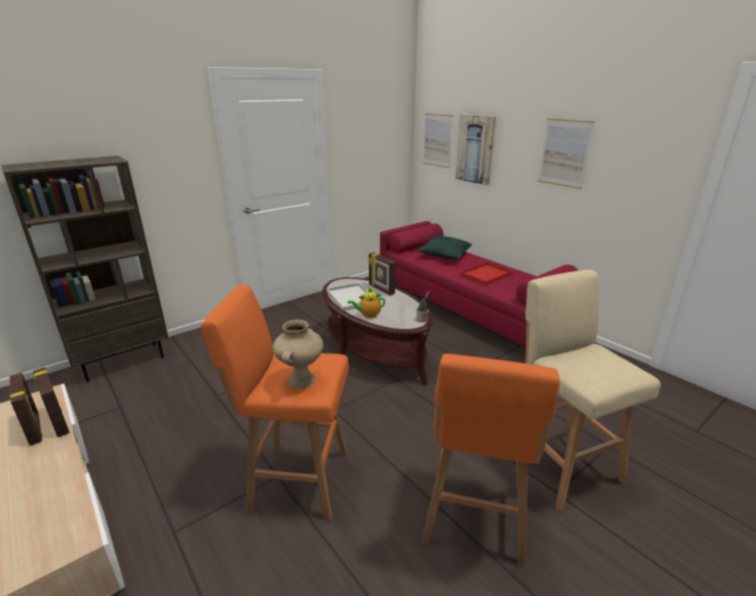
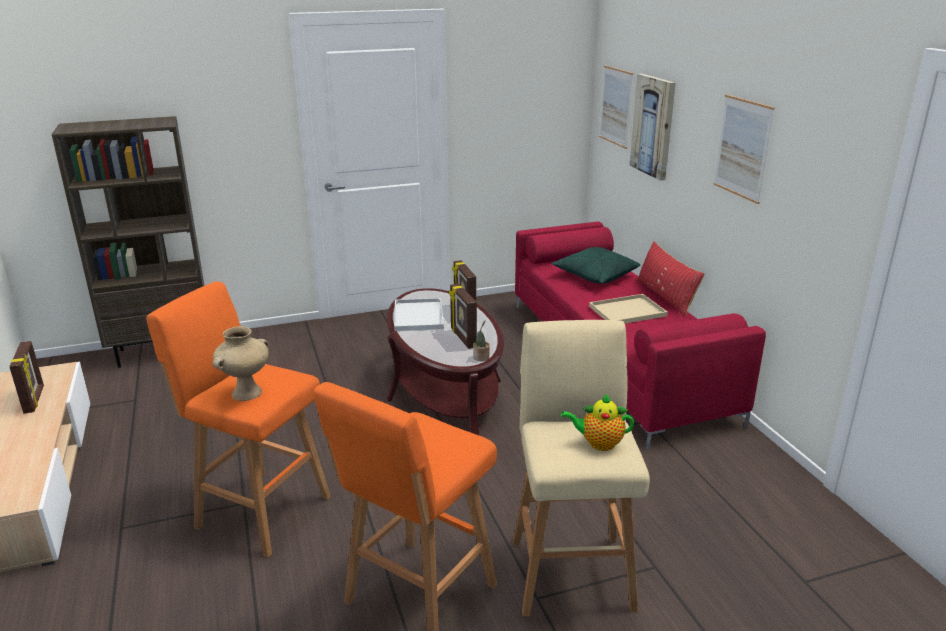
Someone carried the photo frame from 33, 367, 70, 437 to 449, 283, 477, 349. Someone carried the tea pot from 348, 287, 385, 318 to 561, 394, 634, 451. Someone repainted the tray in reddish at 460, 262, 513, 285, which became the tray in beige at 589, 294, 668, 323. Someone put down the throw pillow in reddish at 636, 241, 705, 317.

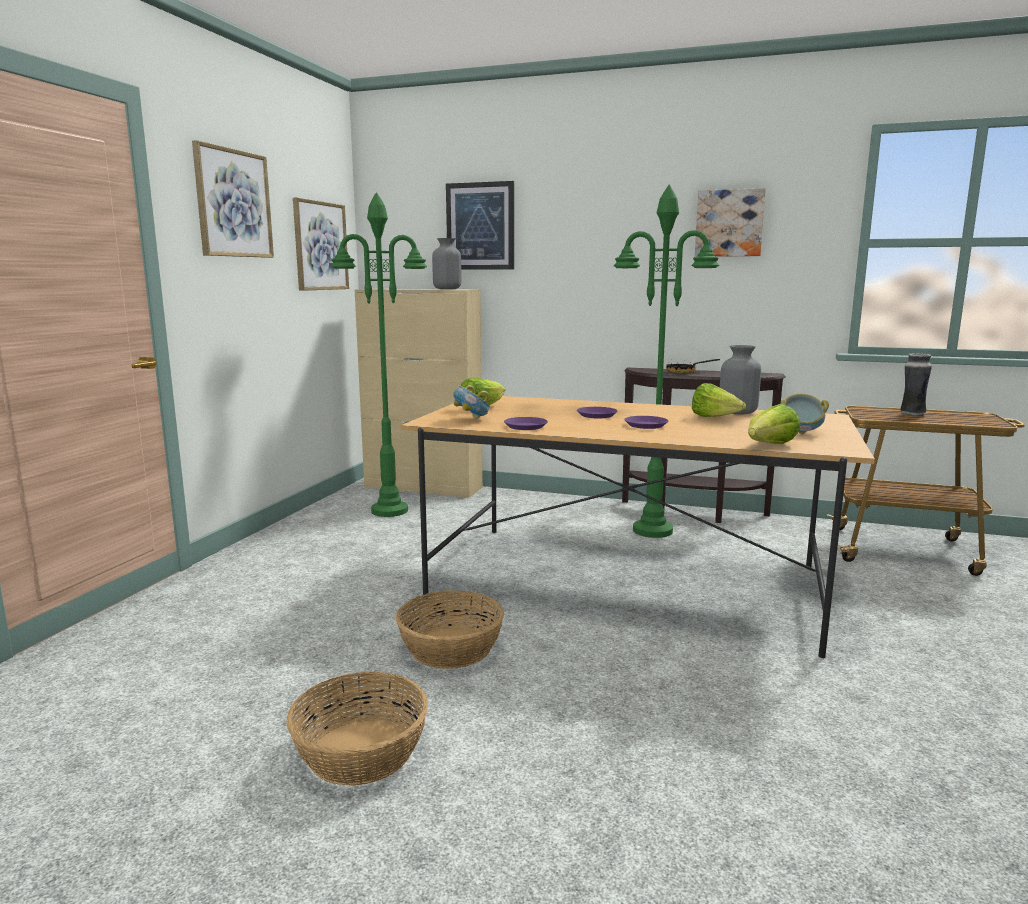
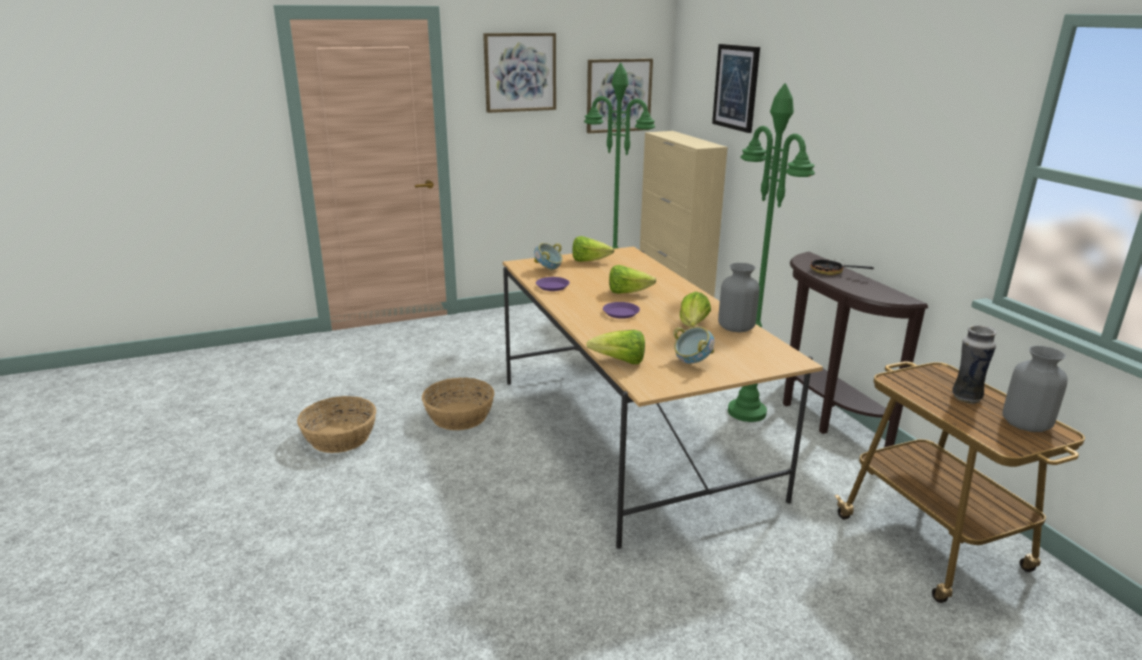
Someone swapped the plate in purple at 577, 407, 617, 418 for the lettuce head at 609, 265, 657, 294. Someone carried the decorative vase in grey from 432, 238, 461, 289 to 1003, 346, 1068, 432. Someone took away the wall picture at 695, 188, 766, 257.

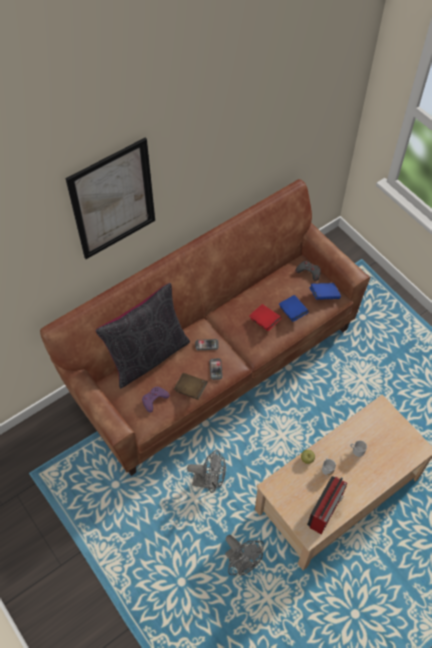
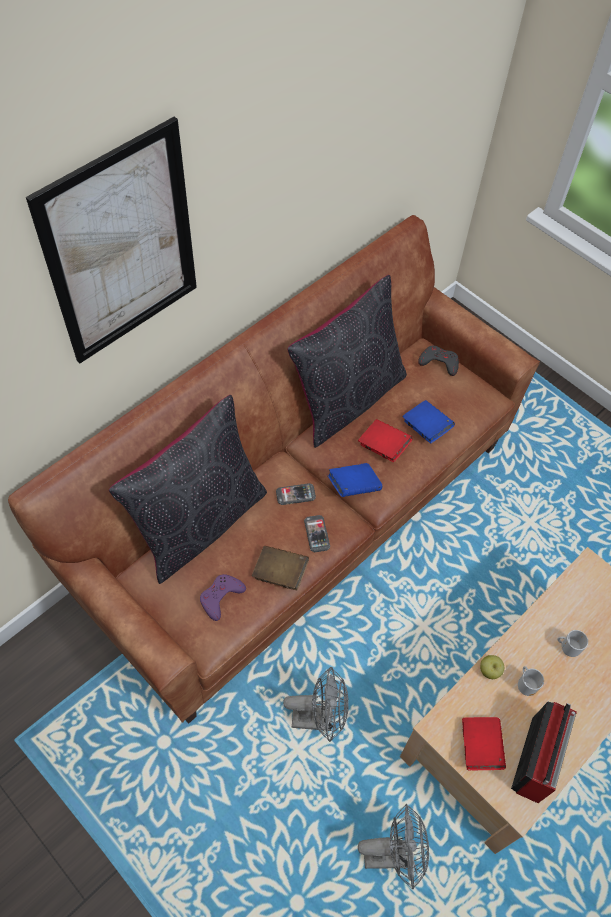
Someone put down the throw pillow in blackish at 287, 275, 407, 448. Someone carried the volume in blue from 309, 283, 341, 300 to 328, 463, 382, 497. Someone rotated the fan in grey at 225, 535, 264, 575 by 45 degrees counterclockwise. Someone put down the volume in reddish at 462, 717, 506, 771.

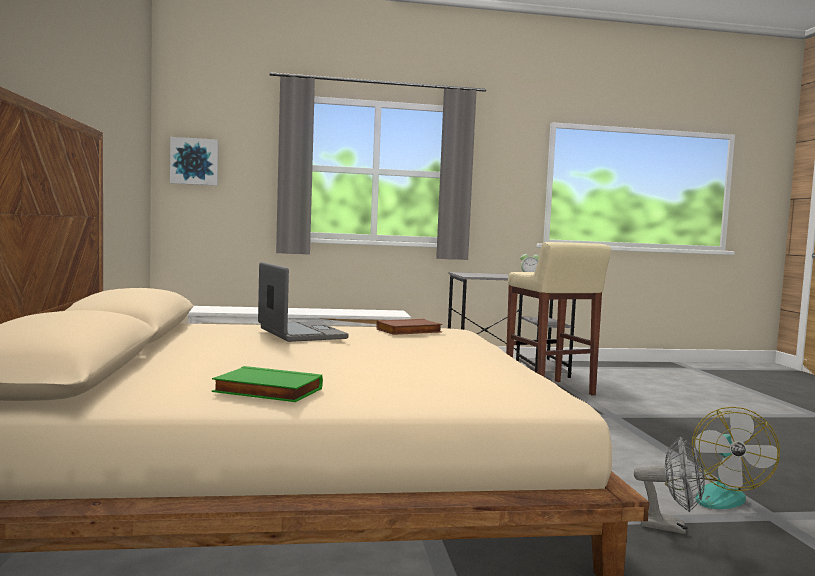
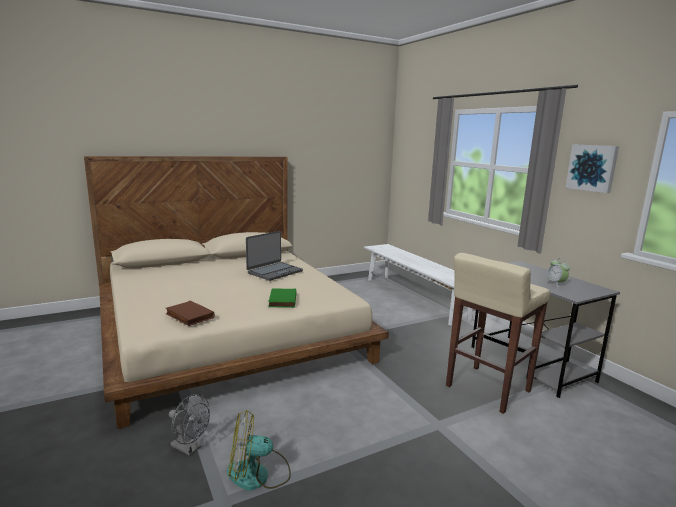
Someone carried the volume in brown from 376, 319, 443, 335 to 166, 301, 215, 326. Someone rotated the fan in grey at 634, 437, 705, 534 by 60 degrees counterclockwise. Someone carried the volume in green from 212, 366, 323, 402 to 268, 288, 296, 308. Someone carried the wall picture from 170, 137, 218, 186 to 565, 144, 619, 193.

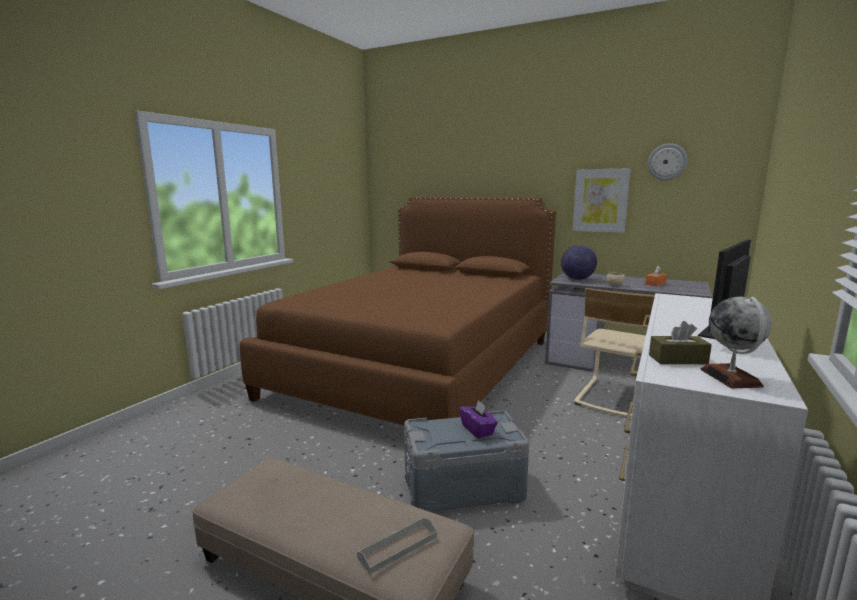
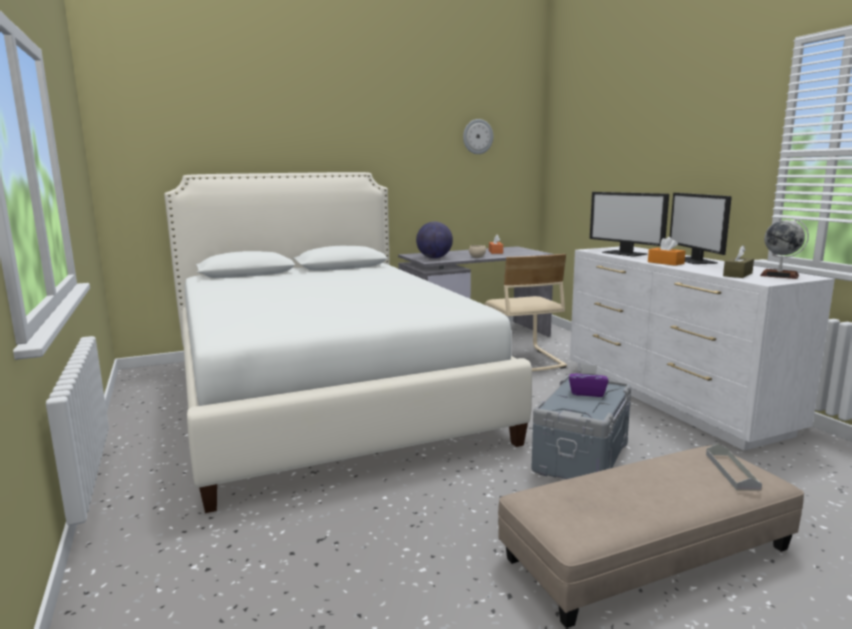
Someone repainted the bed in brown at 240, 196, 556, 425, which became the bed in white at 164, 172, 532, 513. Someone put down the computer display at 590, 192, 669, 257. Someone put down the tissue box in orange at 648, 237, 685, 266. Someone took away the wall picture at 573, 168, 631, 233.

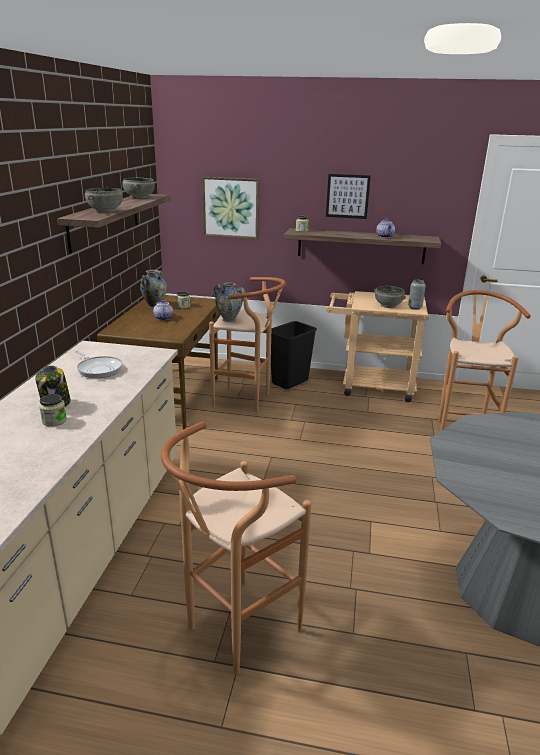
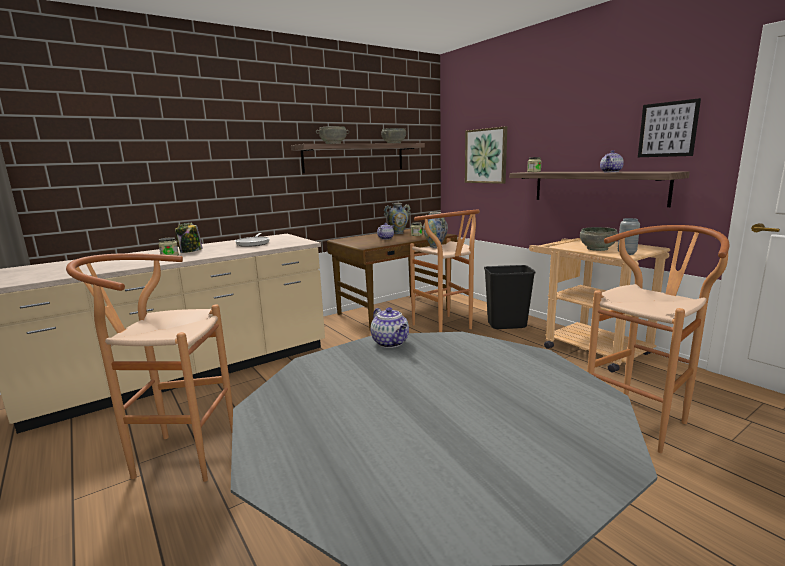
Someone put down the tea pot at 371, 307, 409, 348. Someone carried the wall picture from 326, 174, 371, 219 to 638, 98, 701, 157.

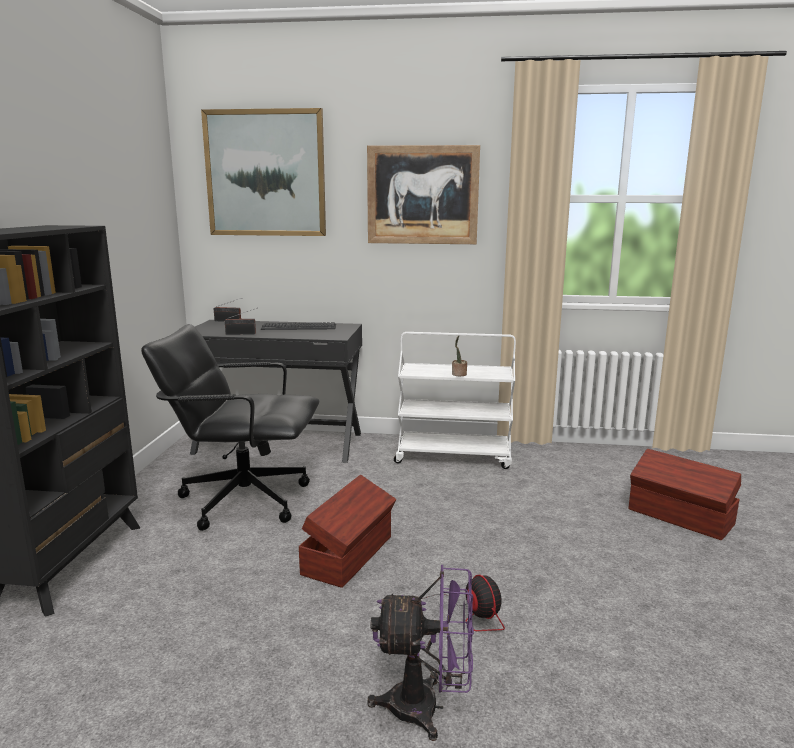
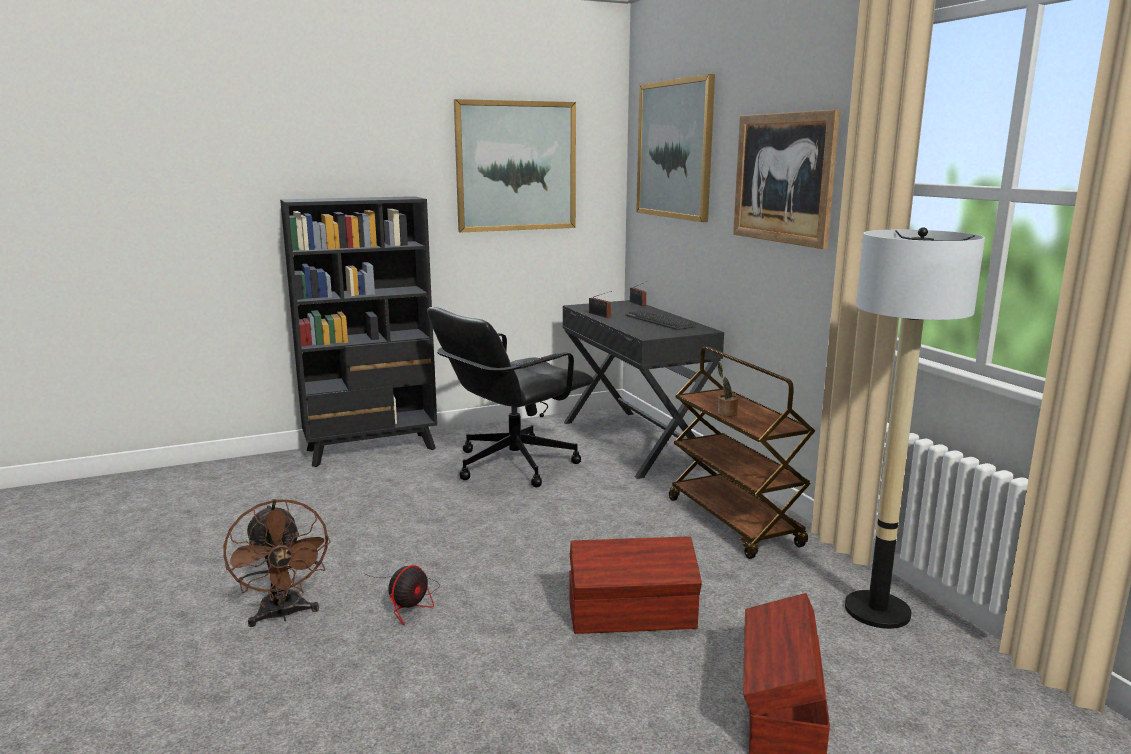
Someone repainted the fan in purple at 367, 565, 474, 741, which became the fan in brown at 223, 499, 331, 627. Someone rotated the office chair in blackish at 141, 324, 319, 531 by 105 degrees counterclockwise. Someone put up the wall picture at 454, 99, 576, 232. Someone carried the storage container in brown from 299, 475, 396, 588 to 569, 536, 702, 634. Someone repainted the trolley in white at 394, 332, 516, 469, which became the trolley in brown at 669, 347, 815, 559. Someone put down the floor lamp at 845, 227, 985, 629.

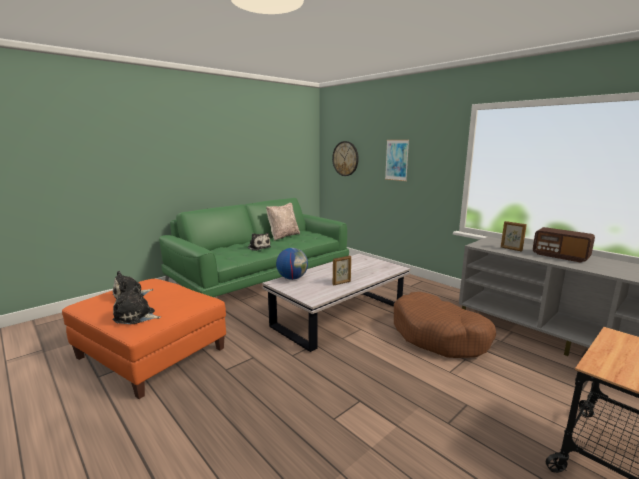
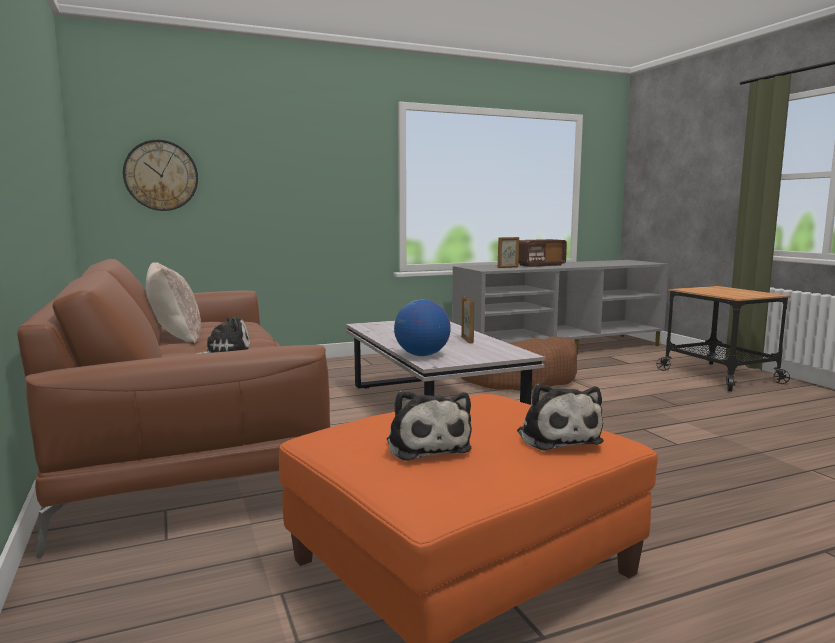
Someone repainted the sofa in green at 159, 198, 349, 297, which became the sofa in brown at 17, 259, 330, 559. Someone rotated the cuddly toy at 113, 286, 161, 324 by 45 degrees counterclockwise. Someone took away the wall picture at 385, 140, 409, 181.

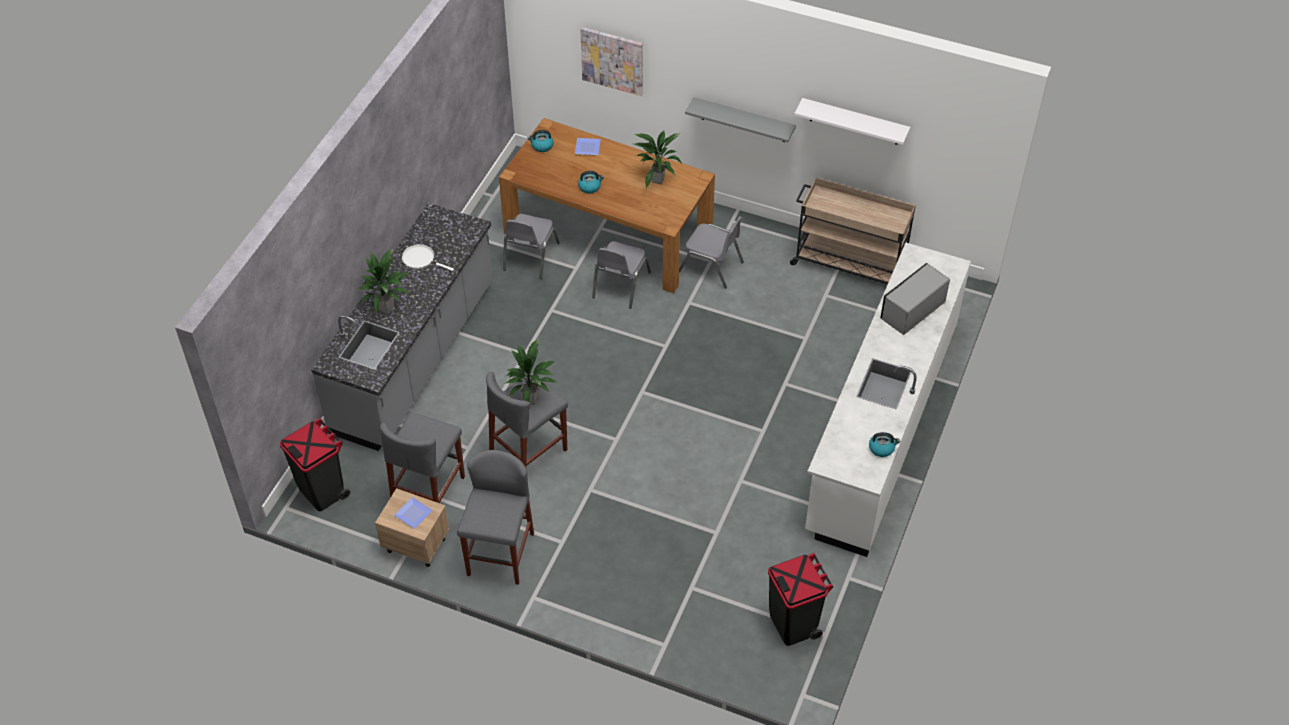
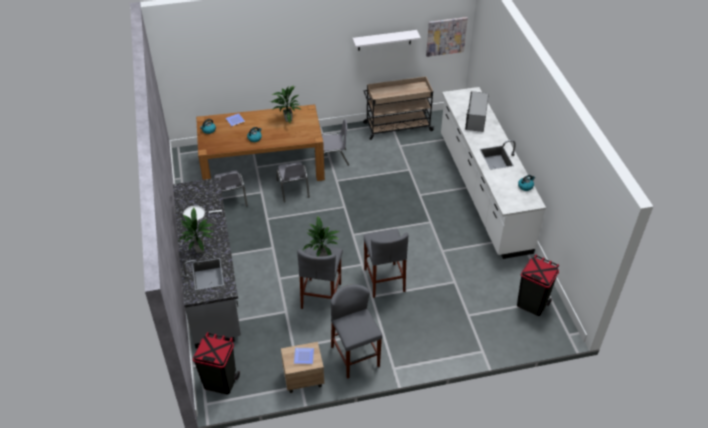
Someone carried the stool in grey from 380, 412, 465, 503 to 364, 229, 408, 298. Someone carried the wall picture from 580, 27, 643, 96 to 426, 17, 468, 57. Someone took away the wall shelf in grey at 685, 97, 796, 142.

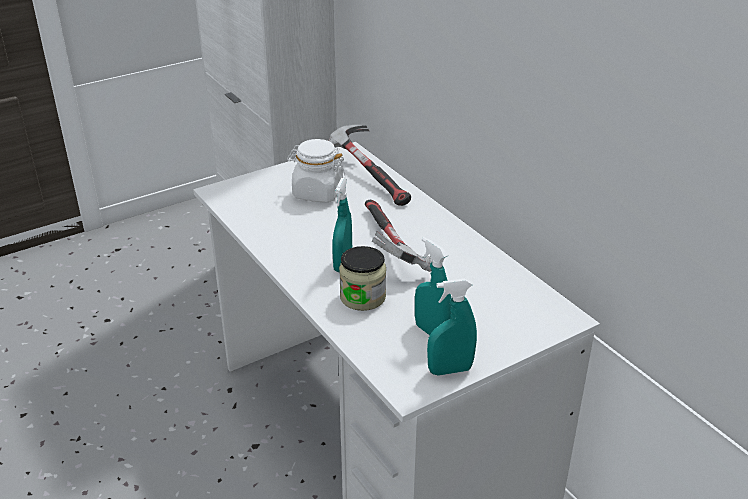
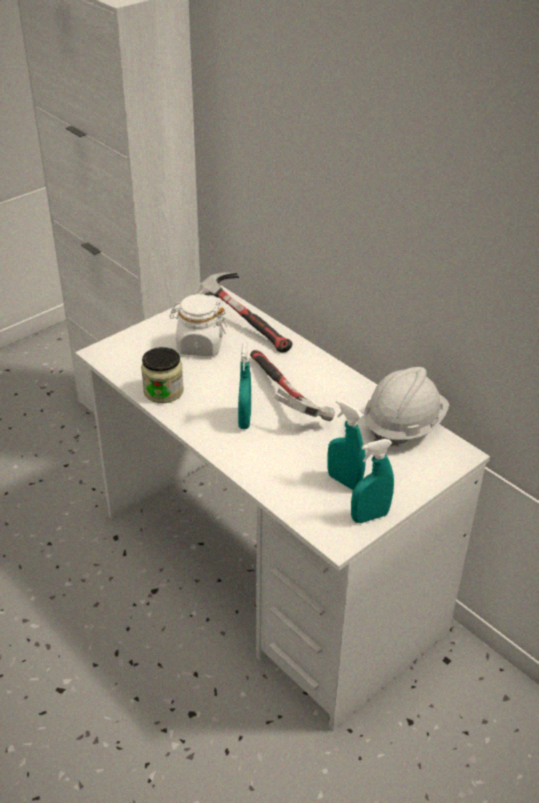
Someone carried the storage jar from 339, 246, 386, 311 to 141, 347, 184, 403. Someone put down the safety helmet in white at 364, 367, 449, 446.

